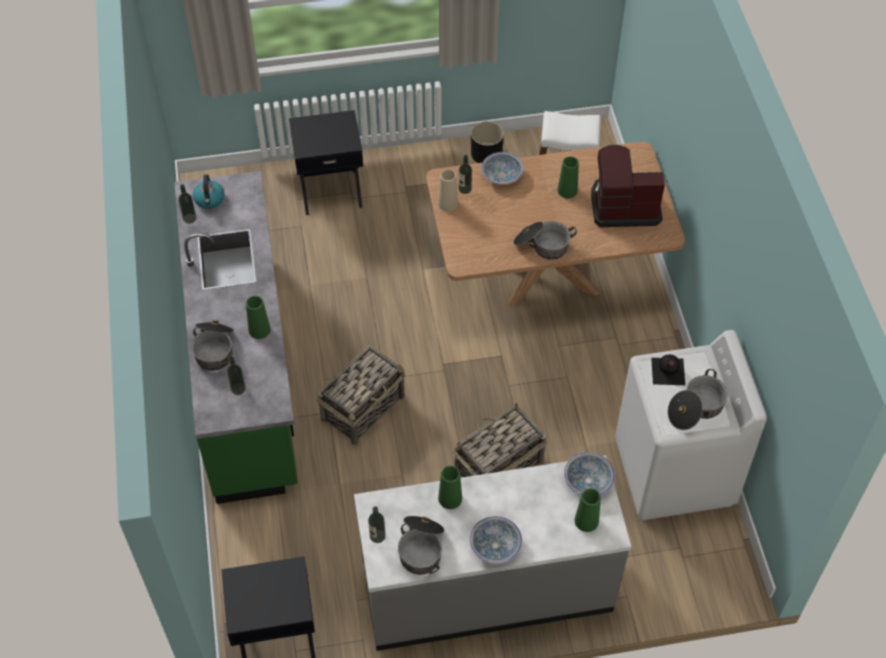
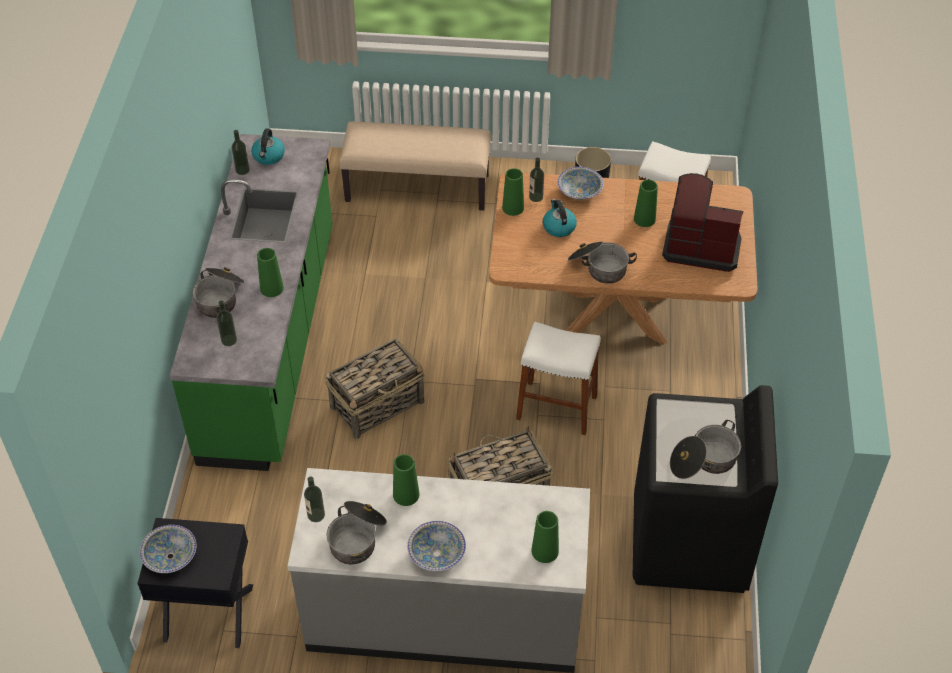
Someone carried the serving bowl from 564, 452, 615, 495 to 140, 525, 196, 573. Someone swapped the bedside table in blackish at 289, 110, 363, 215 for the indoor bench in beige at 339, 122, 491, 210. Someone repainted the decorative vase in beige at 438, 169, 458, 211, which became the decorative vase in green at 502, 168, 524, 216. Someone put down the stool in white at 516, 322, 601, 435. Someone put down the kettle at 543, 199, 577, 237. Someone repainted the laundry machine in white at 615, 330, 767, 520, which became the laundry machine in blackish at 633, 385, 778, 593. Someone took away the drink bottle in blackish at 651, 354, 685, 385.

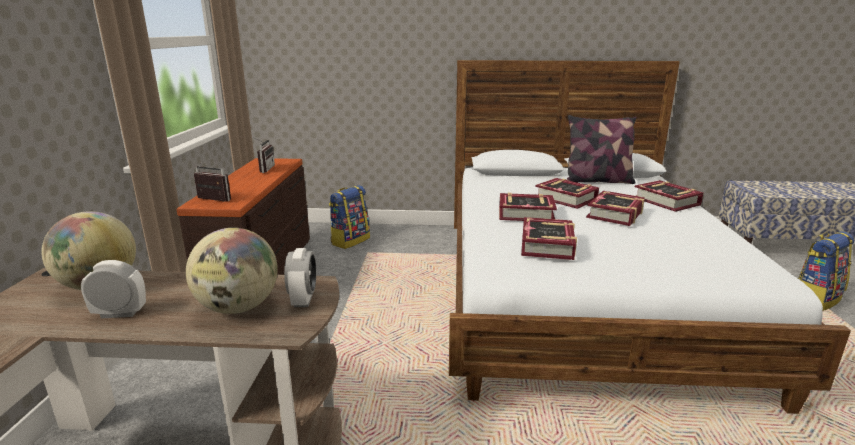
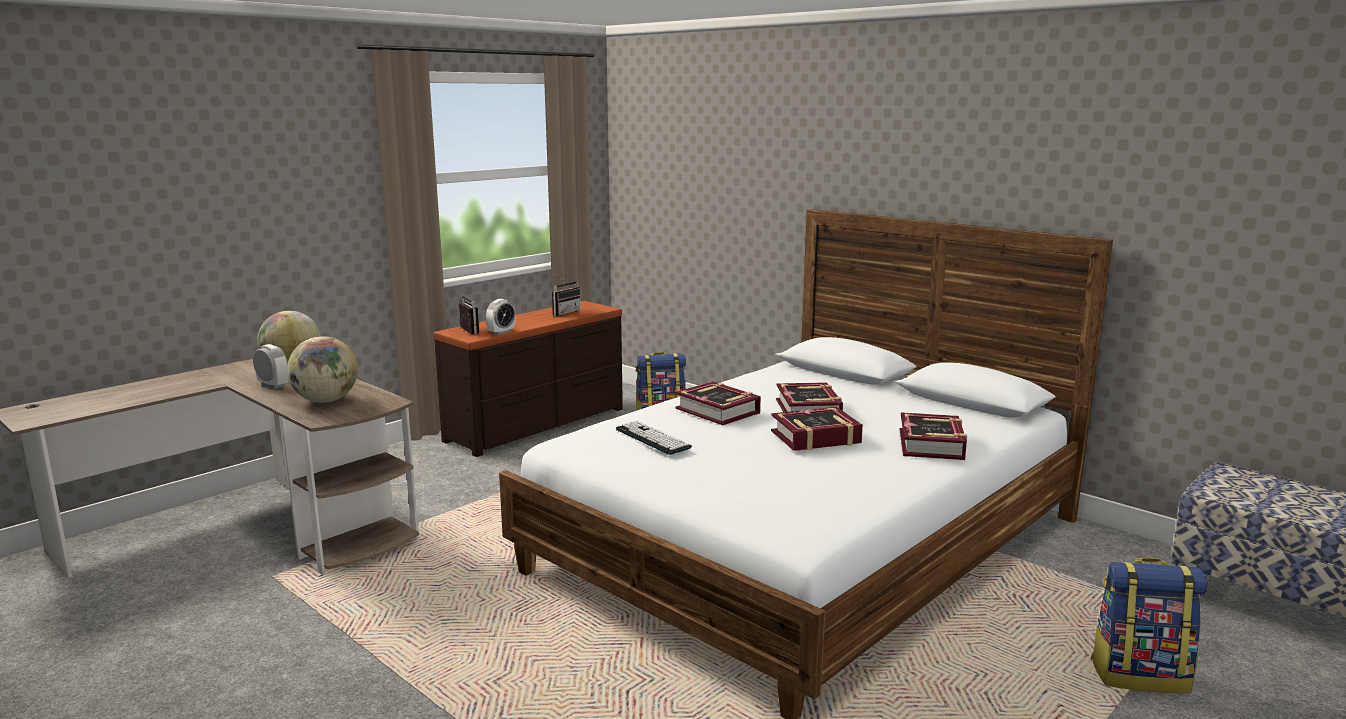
Someone carried the alarm clock from 284, 248, 316, 307 to 486, 299, 516, 335. Someone swapped the volume at 521, 217, 577, 260 for the computer keyboard at 616, 421, 692, 455. Someone took away the throw pillow at 566, 115, 636, 184.

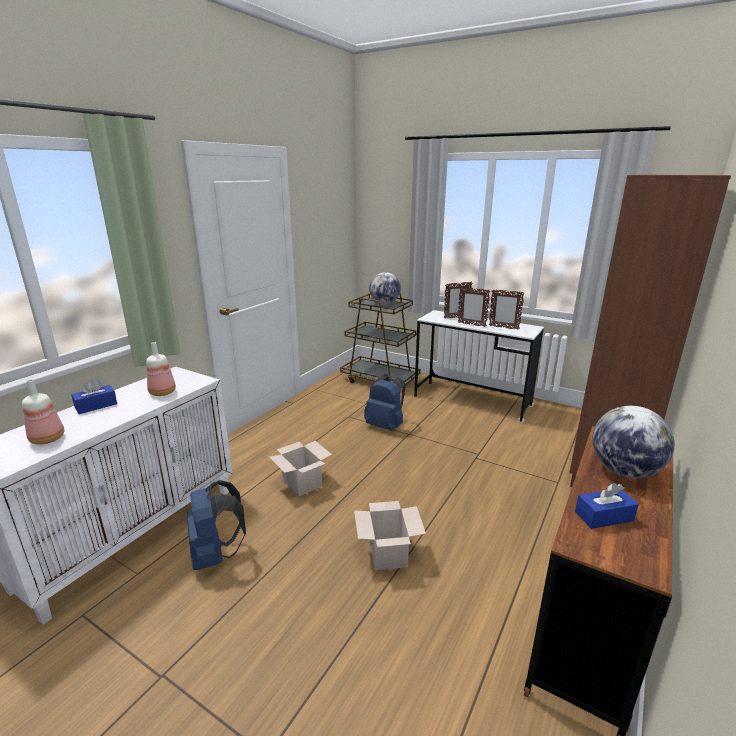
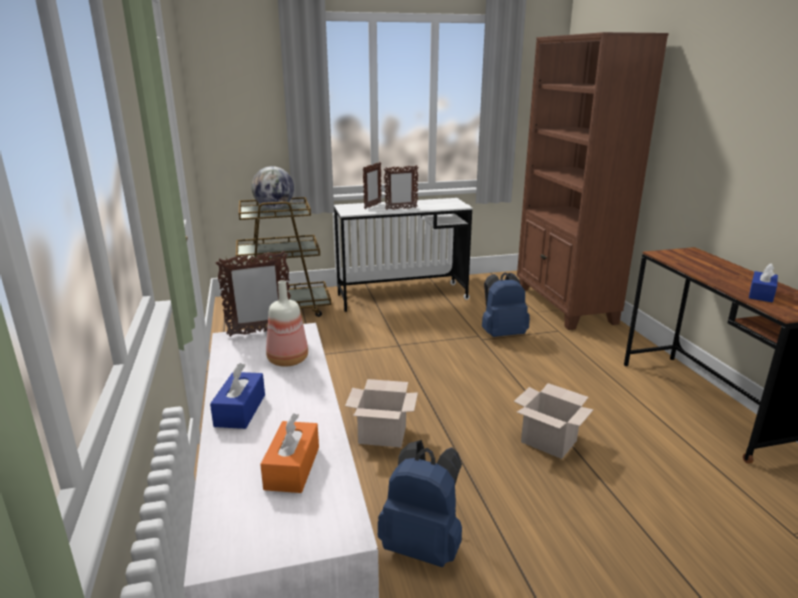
Someone carried the photo frame from 489, 289, 525, 330 to 216, 251, 291, 337. Someone swapped the drink bottle at 22, 379, 64, 445 for the tissue box in orange at 260, 413, 319, 493. Someone carried the knapsack in blue from 364, 374, 406, 431 to 482, 273, 530, 337. Someone took away the world globe at 592, 406, 675, 478.

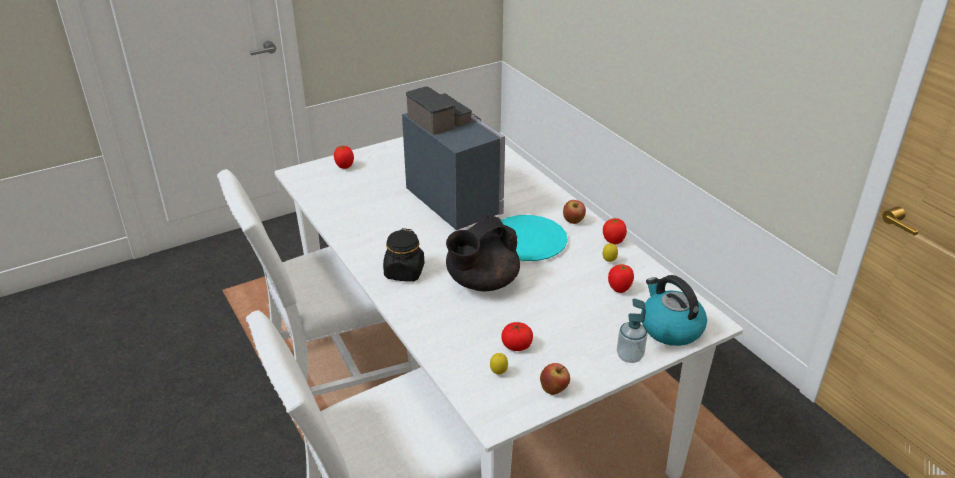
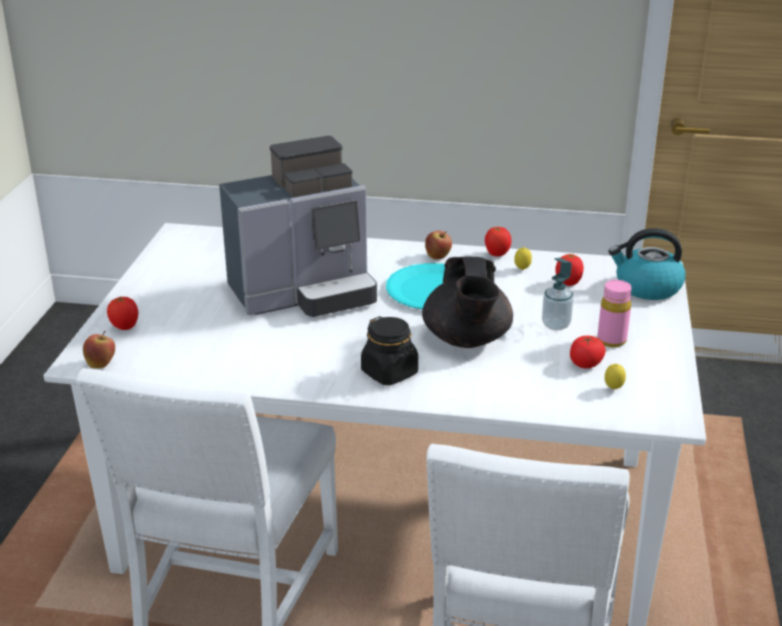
Someone carried the whole apple from 540, 363, 570, 395 to 83, 331, 115, 369. Someone rotated the coffee machine at 402, 86, 505, 230 by 150 degrees clockwise. Someone carried the soap bottle from 617, 298, 648, 363 to 542, 258, 574, 331. Someone put down the drink bottle in pink at 597, 280, 632, 347.

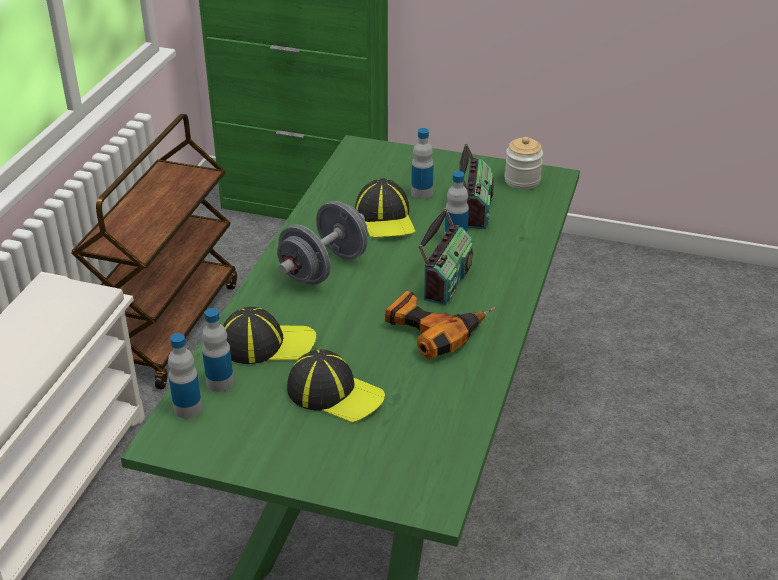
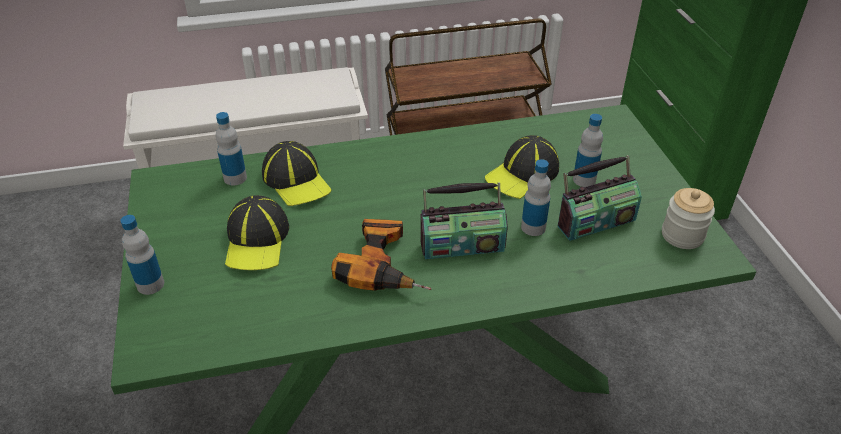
Someone carried the drink bottle from 168, 333, 202, 419 to 120, 215, 164, 295. Someone took away the hand weight in grey at 277, 201, 368, 285.

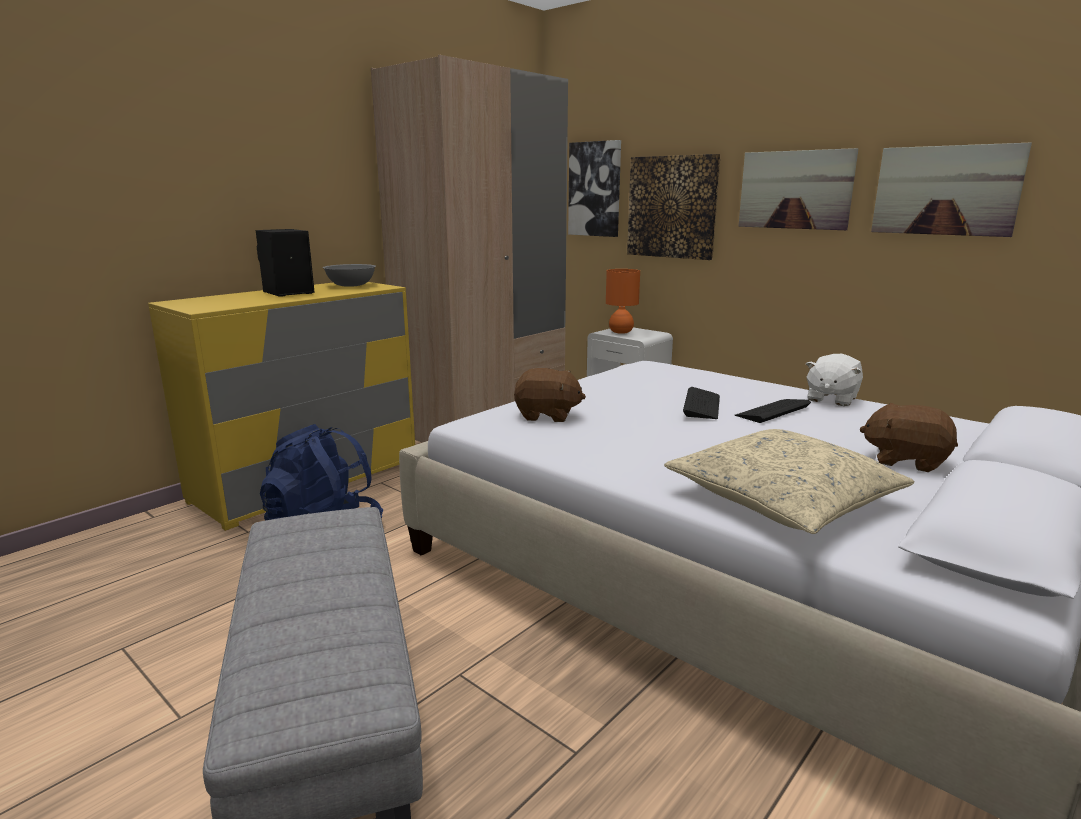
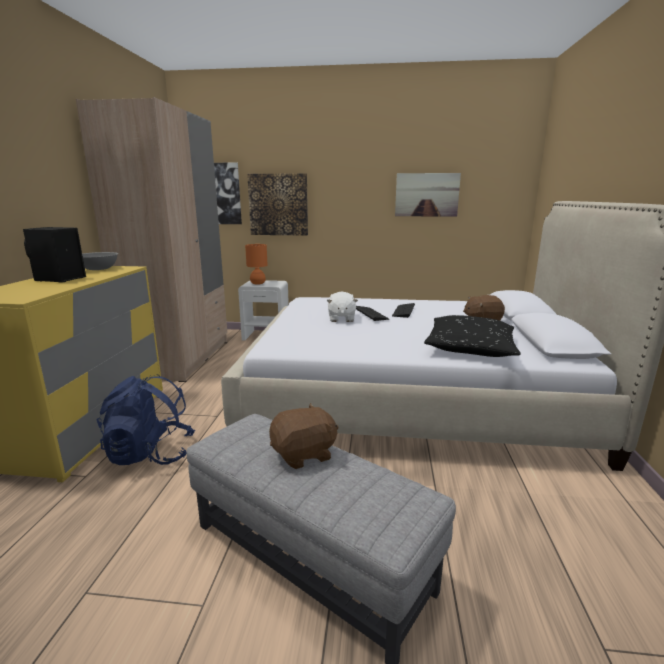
Someone carried the cuddly toy in brown from 514, 368, 586, 422 to 269, 403, 339, 469. Someone carried the cuddly toy in white from 806, 354, 863, 406 to 327, 292, 358, 322. Someone repainted the throw pillow in beige at 664, 429, 915, 534, which became the throw pillow in blackish at 424, 315, 521, 357. Someone took away the wall picture at 739, 148, 858, 230.

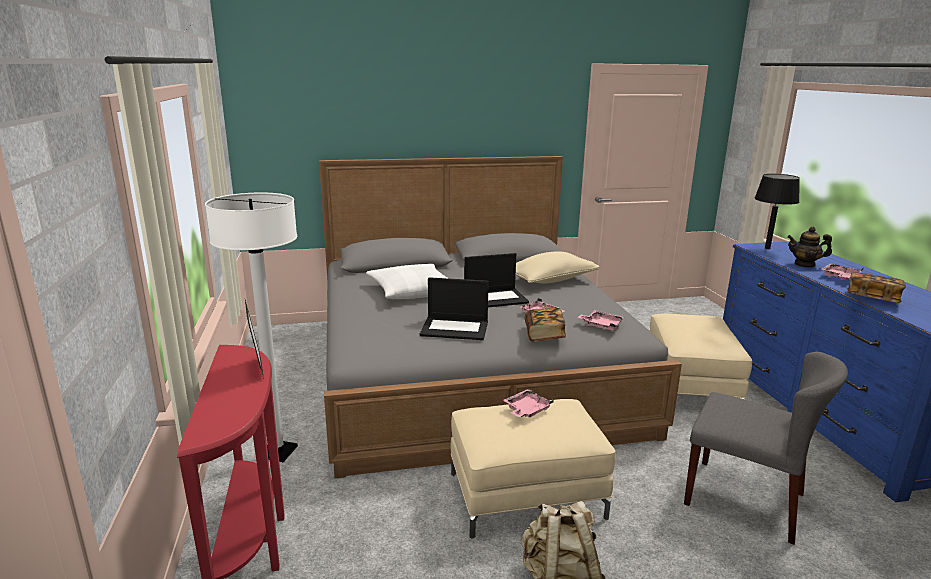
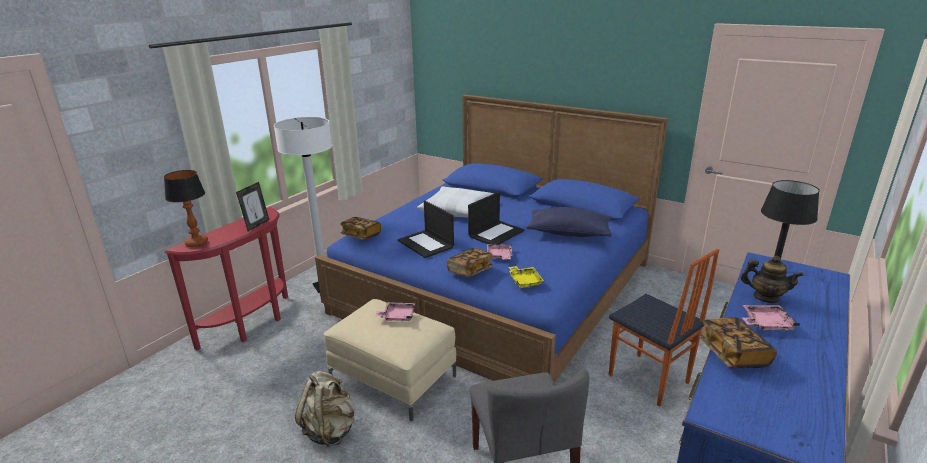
Someone put down the tabletop lamp at 164, 170, 208, 247. Someone repainted the bed in grey at 319, 156, 682, 479, which became the bed in blue at 315, 95, 668, 383. Someone put down the volume at 340, 217, 381, 240. Someone rotated the laptop at 464, 253, 529, 307 by 75 degrees counterclockwise. Someone repainted the tray in pink at 578, 310, 624, 331, which became the tray in yellowish at 509, 266, 544, 288. Someone repainted the throw pillow in beige at 516, 251, 600, 283, which became the throw pillow in blue at 527, 207, 612, 237. Someone swapped the footrest in beige at 650, 313, 752, 399 for the plain chair at 608, 249, 719, 407. Someone rotated the tea pot at 787, 227, 832, 268 by 150 degrees clockwise.

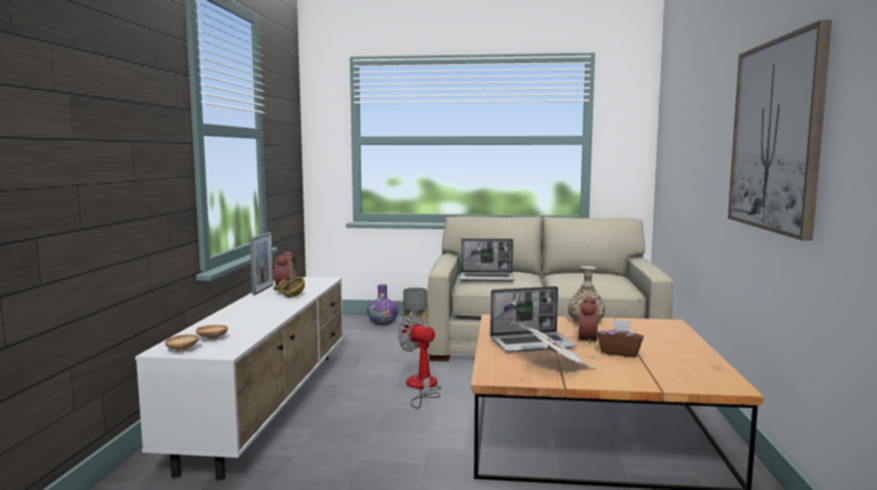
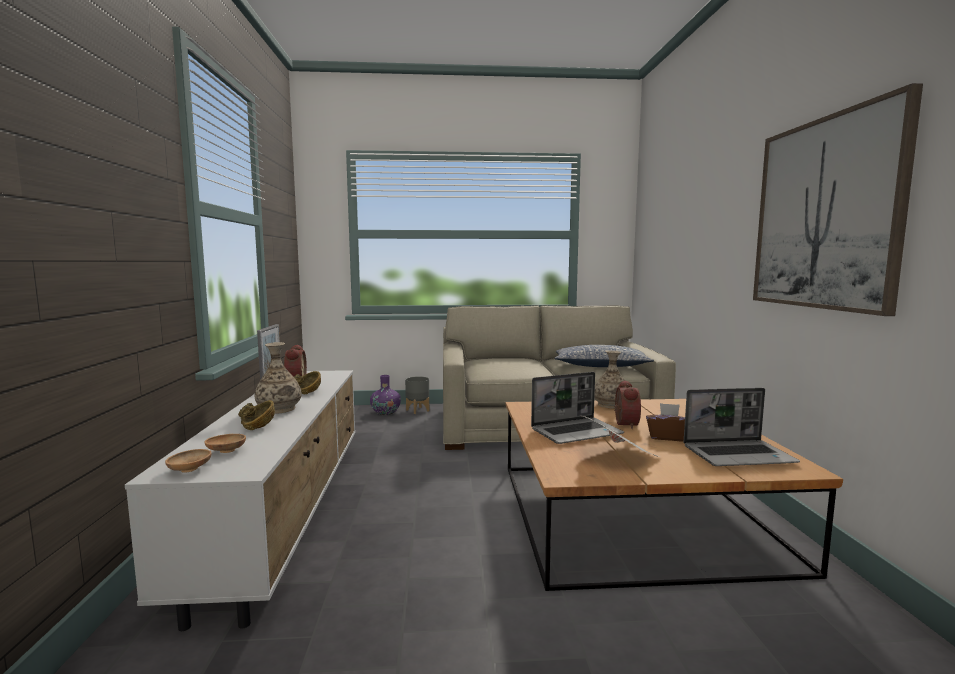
Someone put down the serving bowl in brown at 238, 400, 275, 430. Someone put down the decorative vase at 255, 342, 302, 414. Someone put down the throw pillow at 554, 345, 654, 367. Someone carried the laptop from 460, 238, 514, 282 to 684, 388, 800, 466. Someone took away the fan at 398, 313, 441, 409.

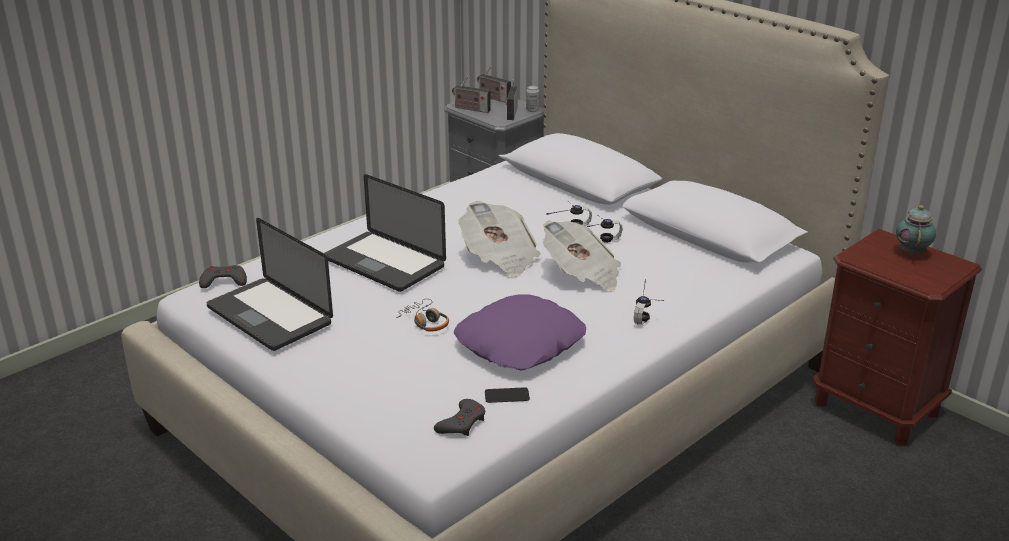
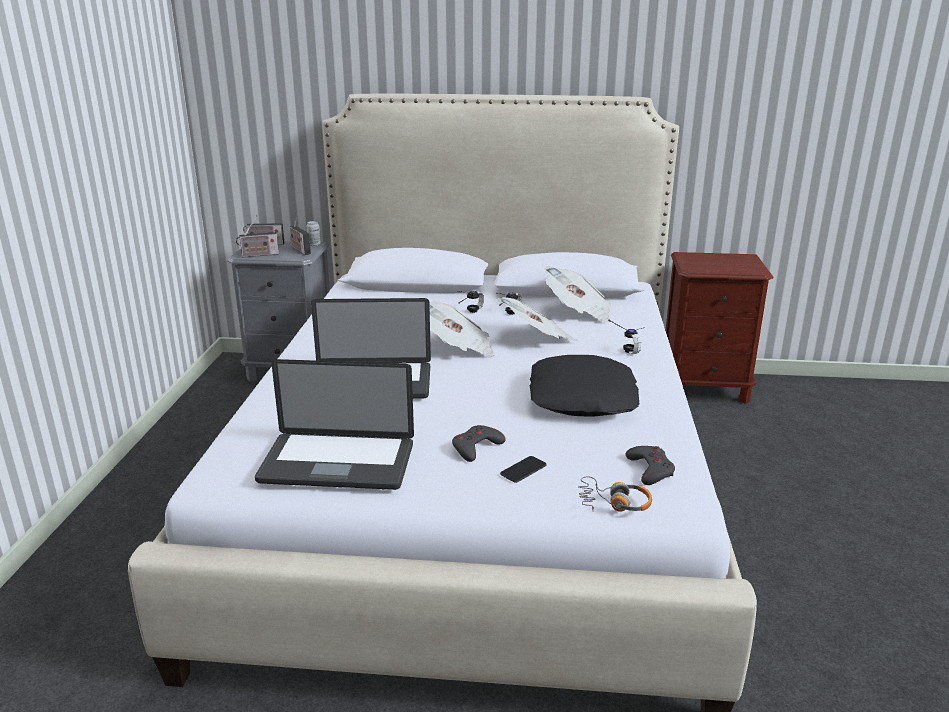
Someone carried the gamepad in grey from 199, 265, 247, 288 to 452, 425, 506, 462. Someone carried the telephone from 485, 387, 530, 403 to 500, 456, 547, 483. Someone repainted the throw pillow in purple at 454, 295, 586, 371, which became the throw pillow in blackish at 529, 355, 639, 417. Someone put down the daily paper at 545, 267, 611, 322. Someone carried the headphones from 396, 299, 449, 332 to 578, 476, 652, 512. Someone took away the tea pot at 896, 205, 936, 255.

